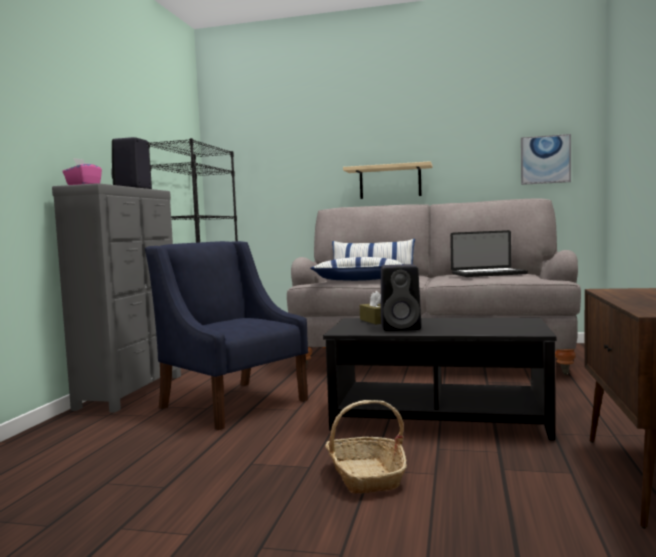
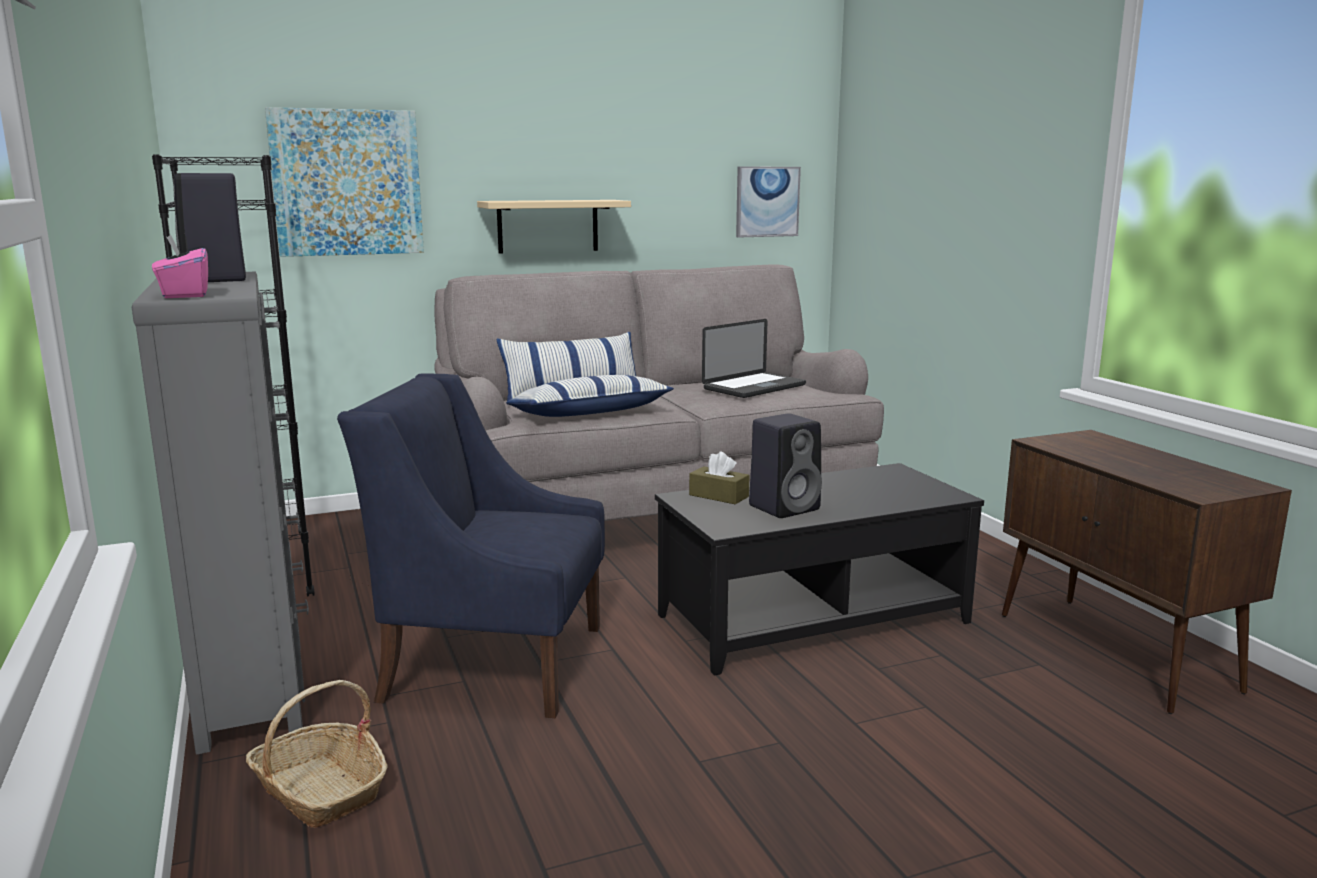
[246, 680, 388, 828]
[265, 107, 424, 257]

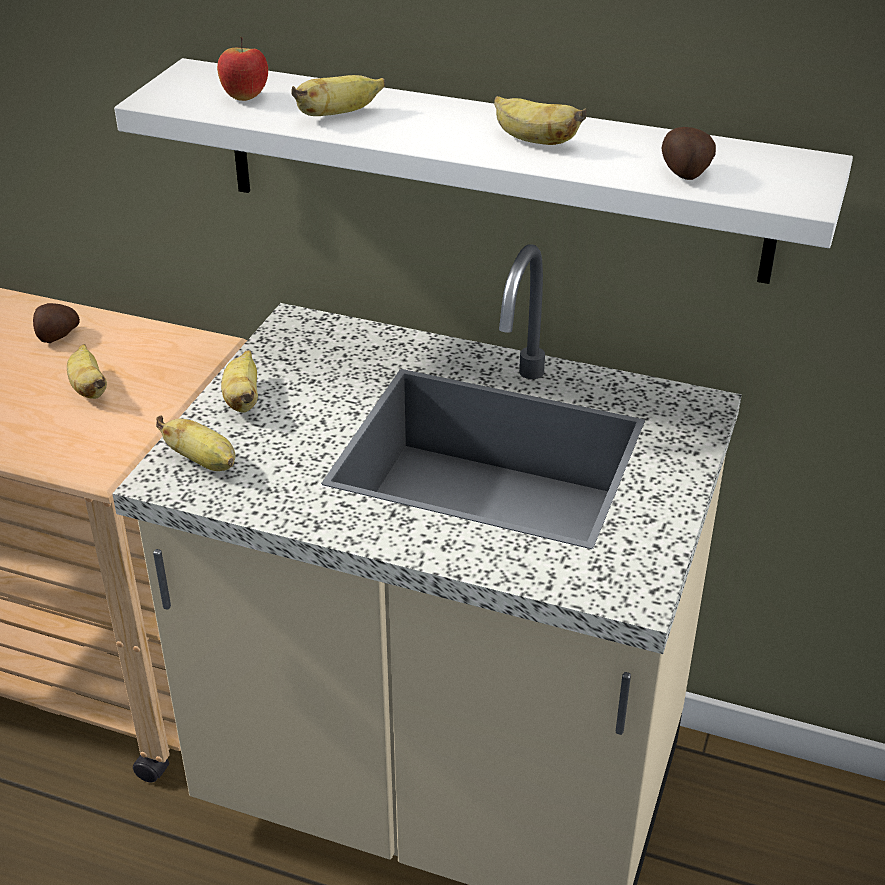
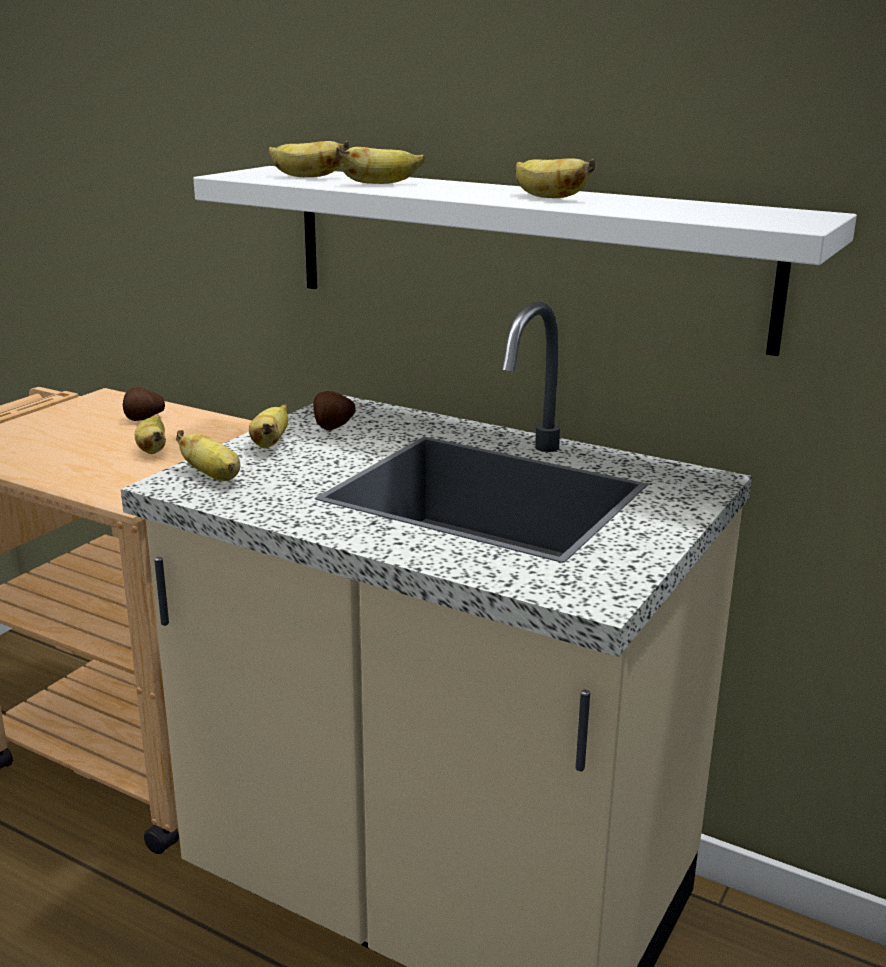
[269, 141, 349, 177]
[313, 391, 356, 430]

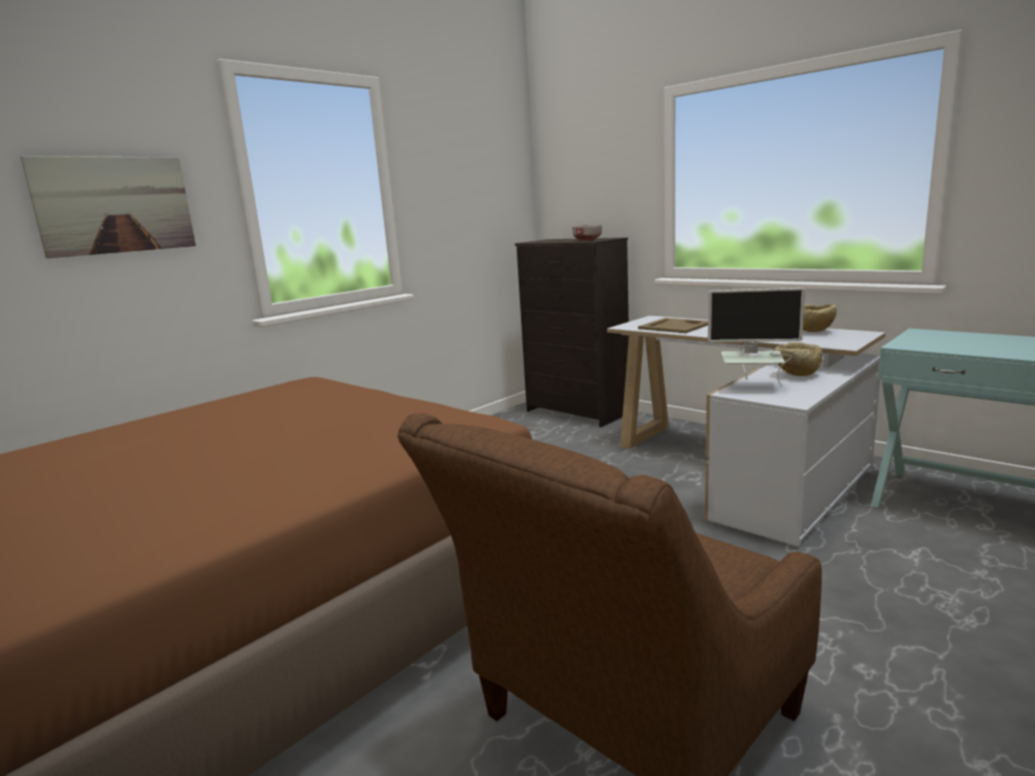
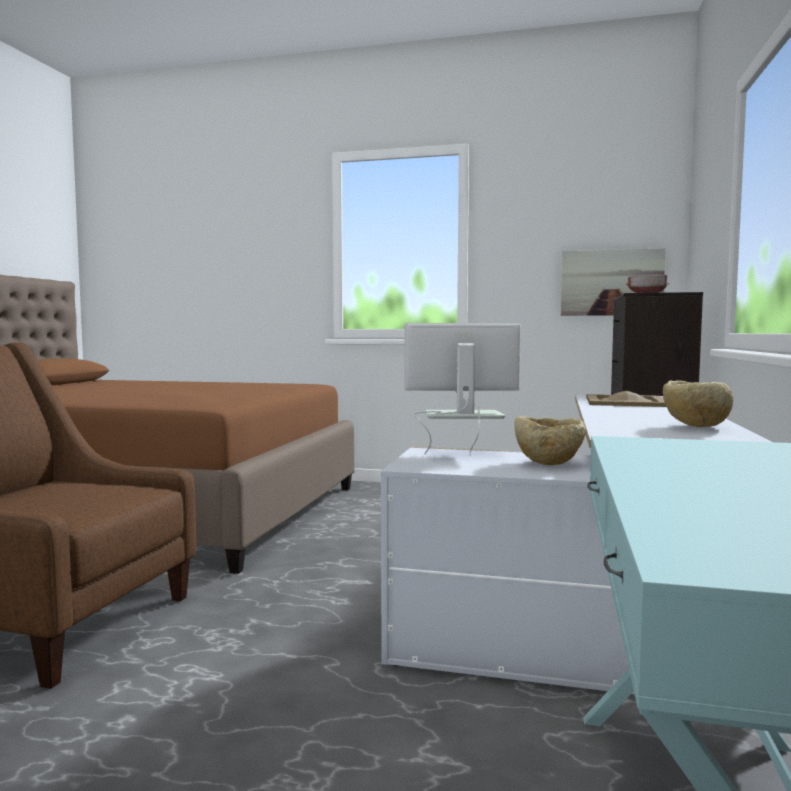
[404, 323, 521, 456]
[561, 248, 665, 316]

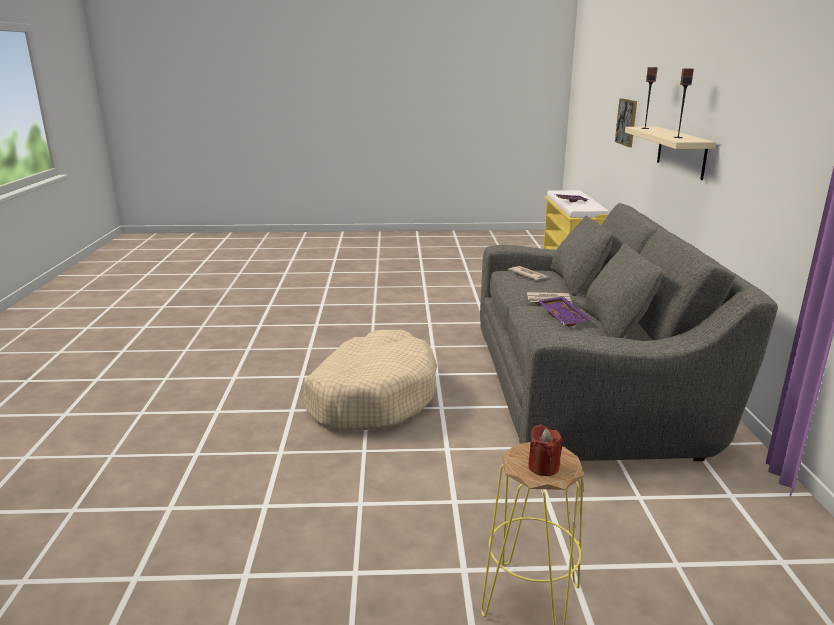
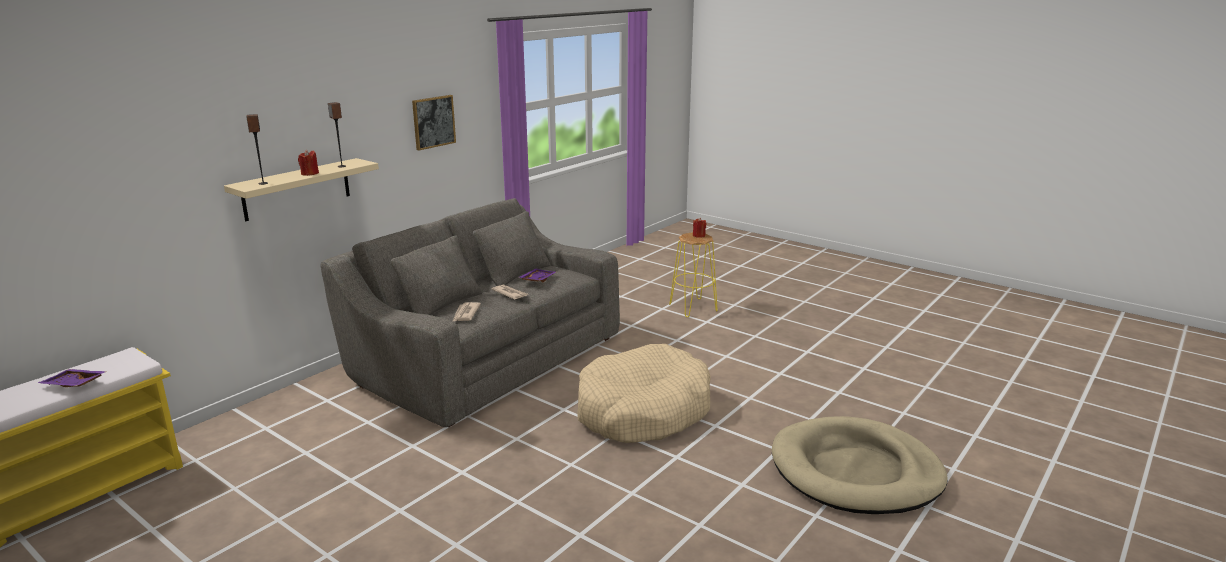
[298, 150, 319, 176]
[412, 95, 456, 150]
[771, 416, 948, 514]

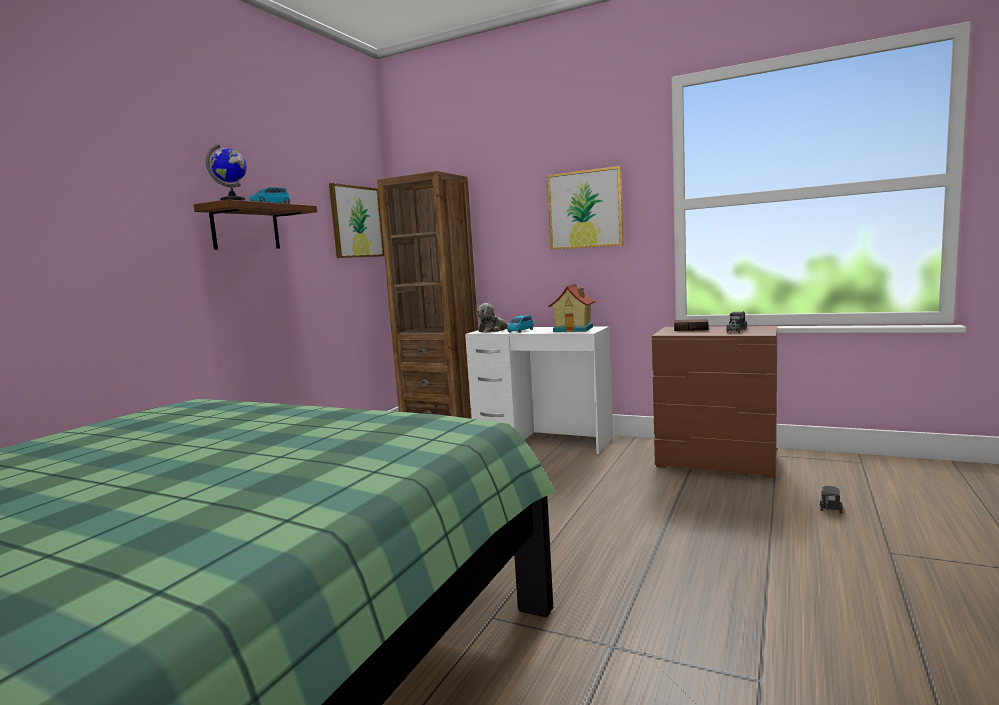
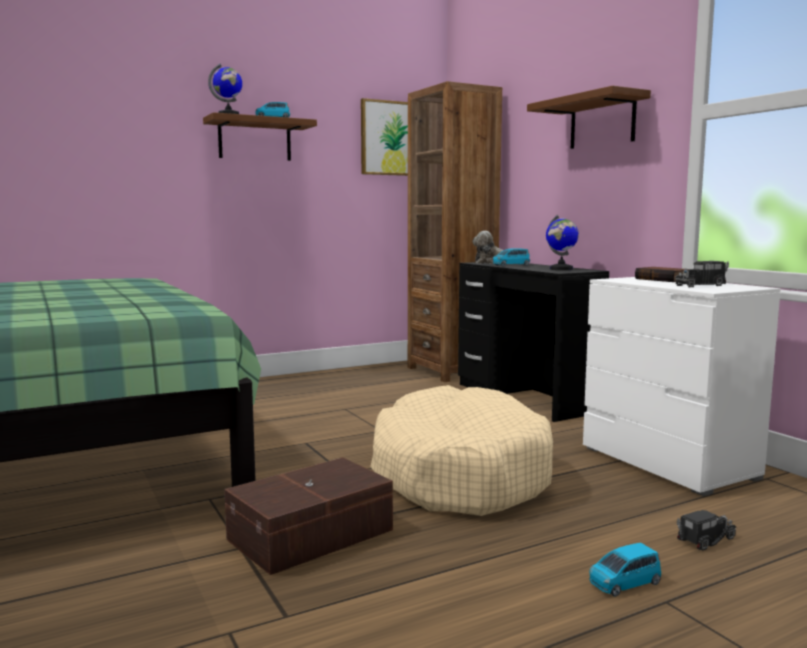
[224, 457, 393, 575]
[370, 385, 553, 516]
[458, 262, 609, 422]
[527, 86, 651, 149]
[546, 214, 579, 270]
[583, 277, 781, 496]
[589, 543, 661, 597]

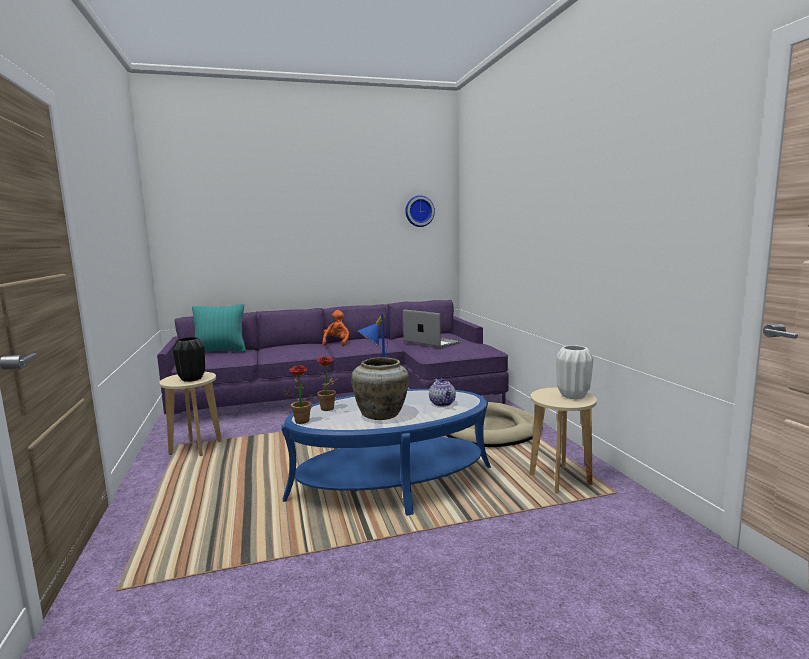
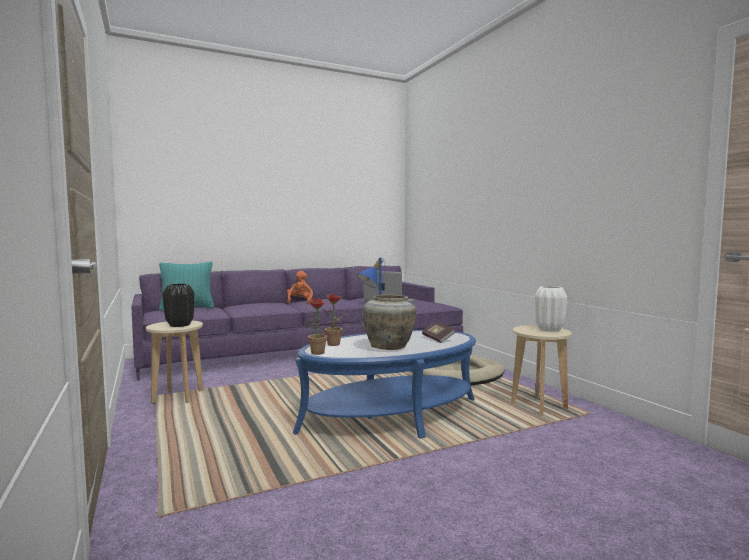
[422, 322, 455, 343]
[405, 195, 435, 227] (first image)

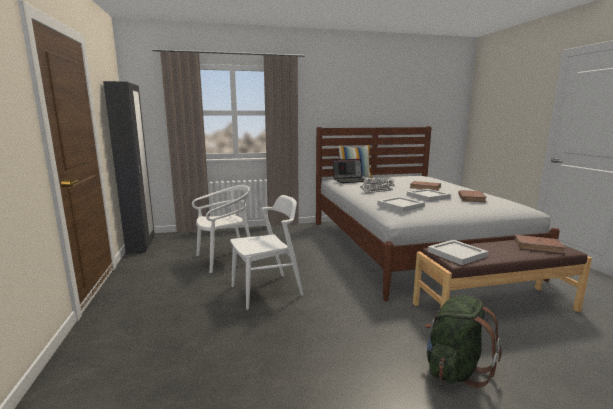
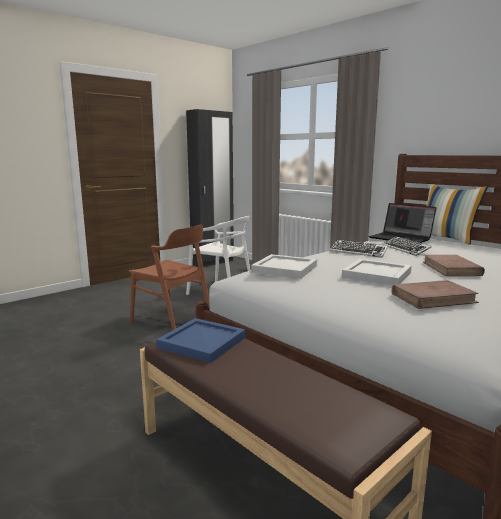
[129, 225, 209, 330]
[156, 318, 245, 363]
[425, 295, 502, 388] (first image)
[514, 235, 566, 254] (first image)

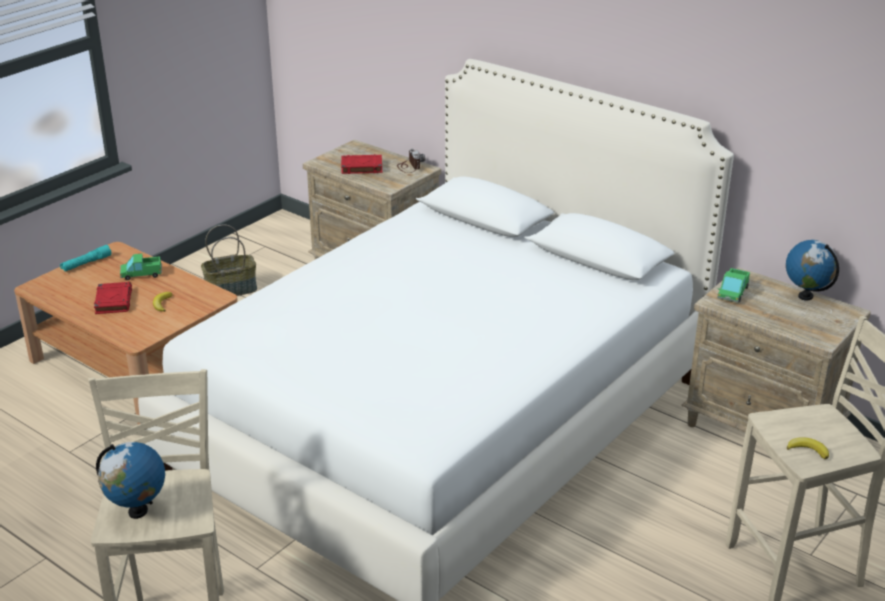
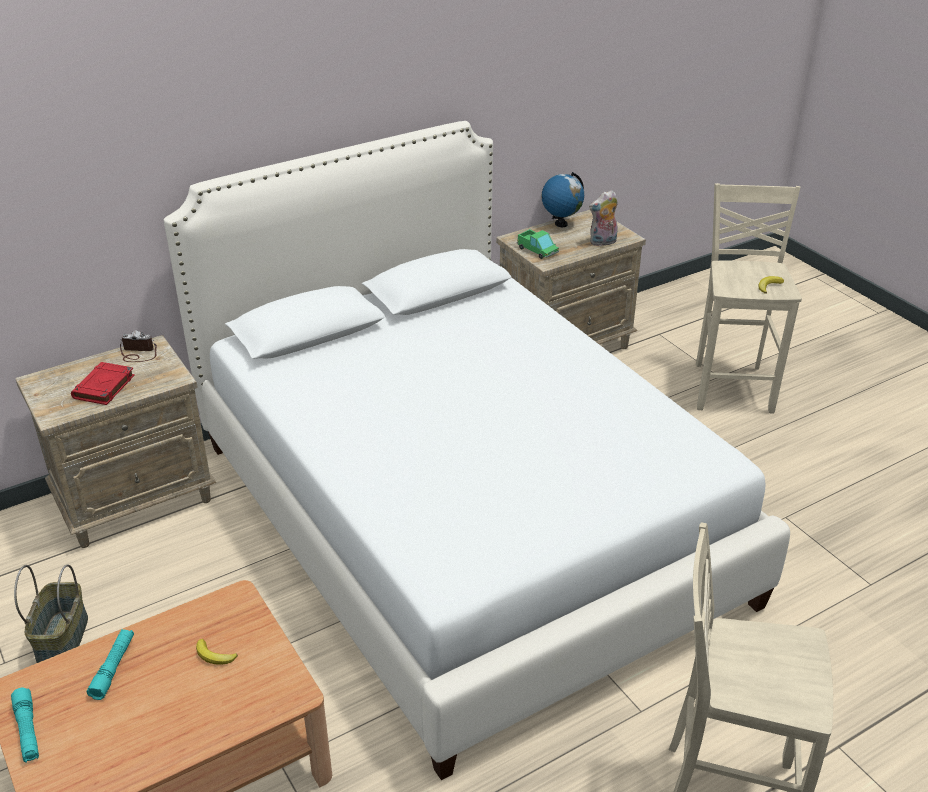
[87, 629, 134, 700]
[589, 190, 618, 246]
[94, 282, 132, 314] (first image)
[96, 442, 165, 519] (first image)

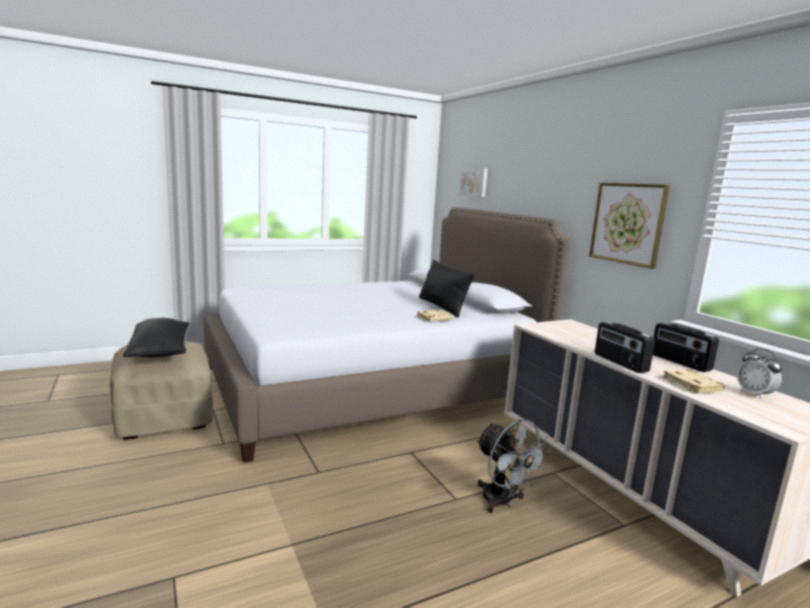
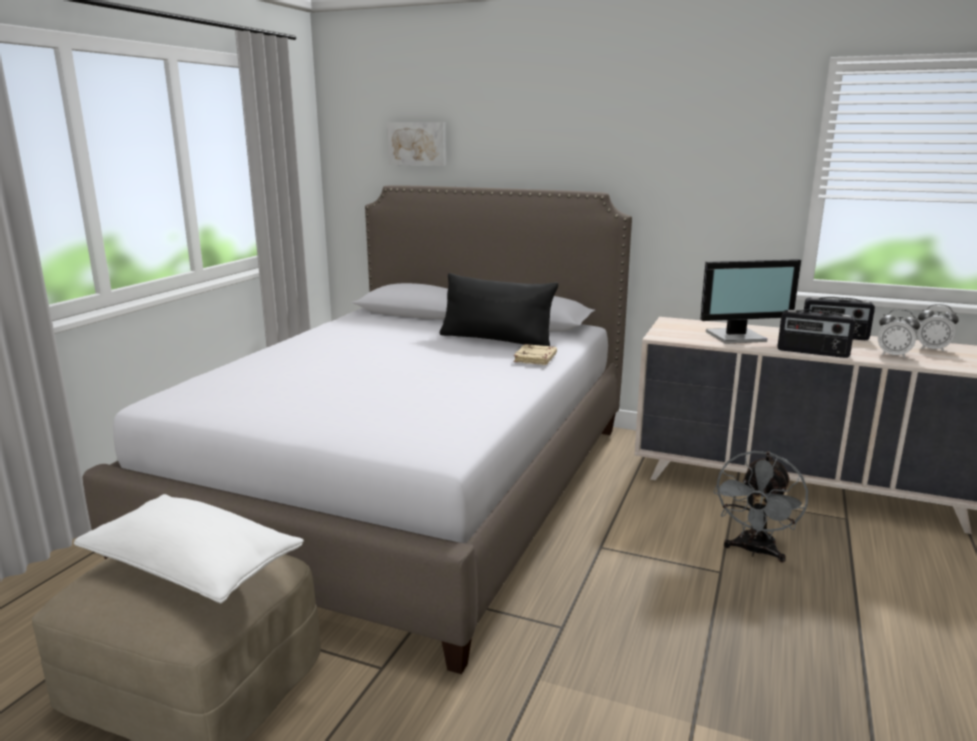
[74, 494, 304, 604]
[700, 259, 801, 344]
[713, 451, 808, 562]
[878, 309, 920, 359]
[589, 183, 670, 269] (first image)

